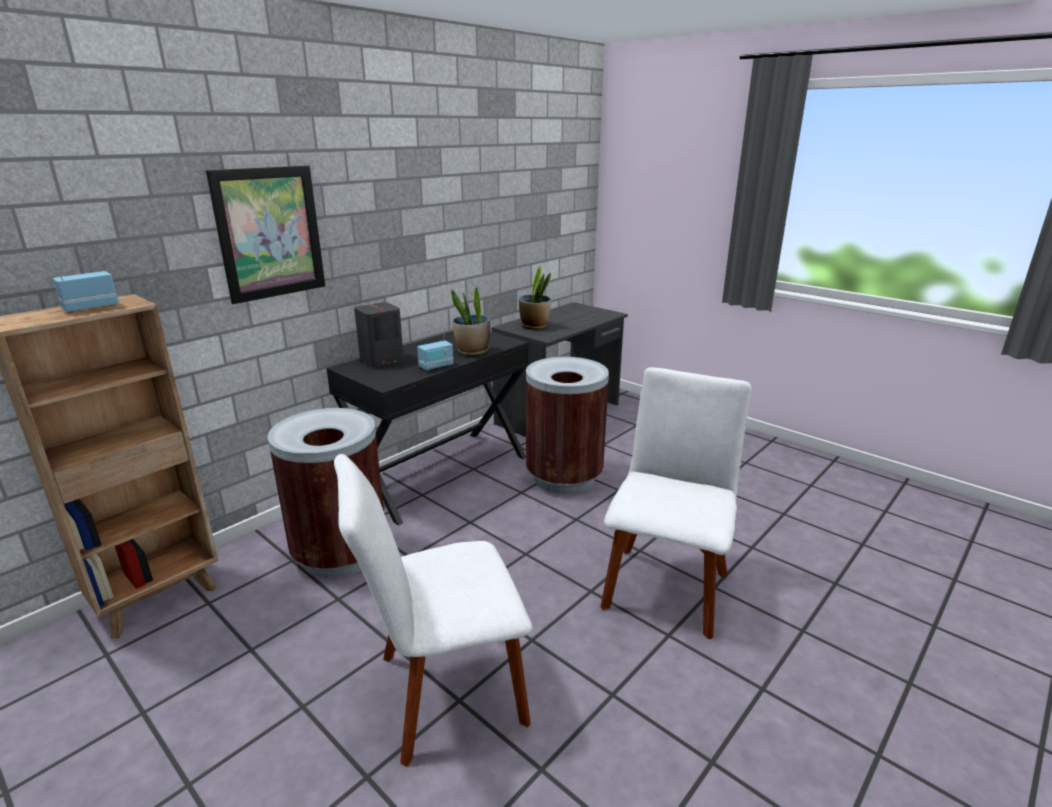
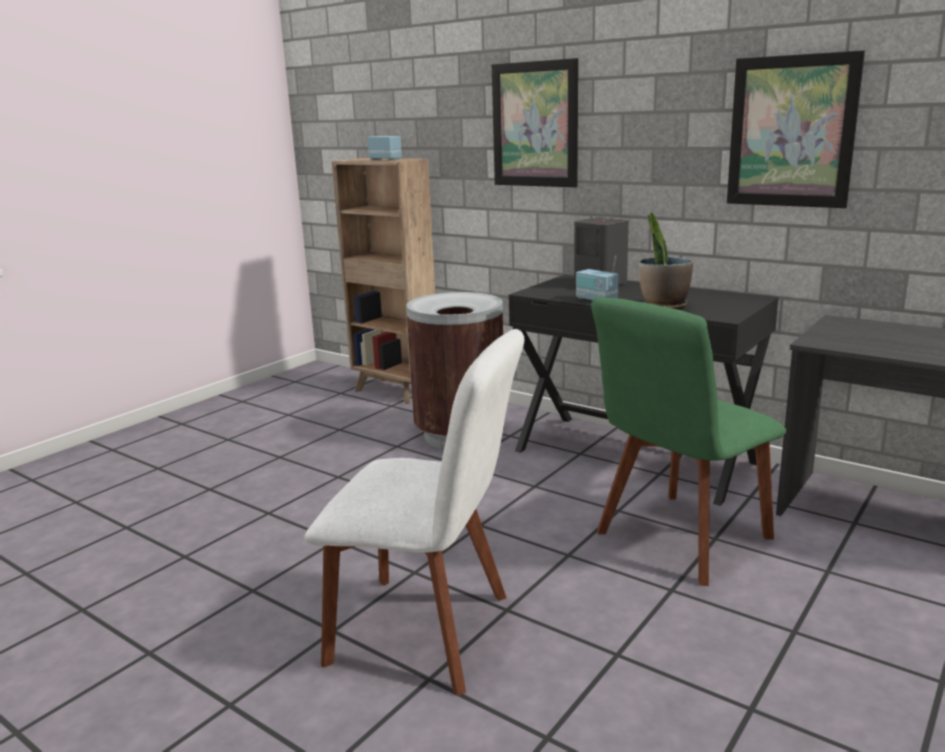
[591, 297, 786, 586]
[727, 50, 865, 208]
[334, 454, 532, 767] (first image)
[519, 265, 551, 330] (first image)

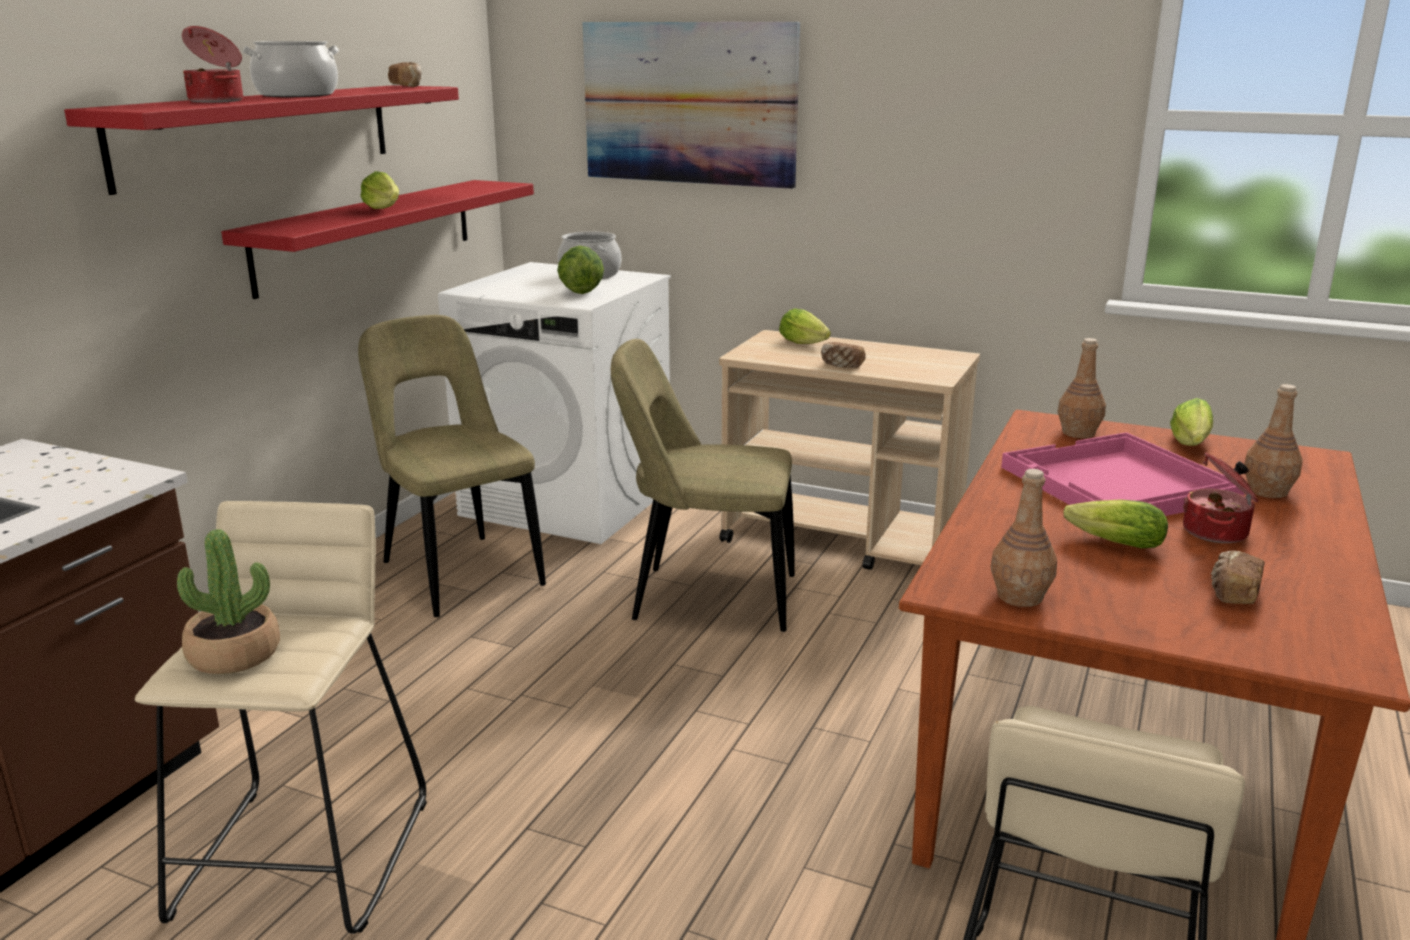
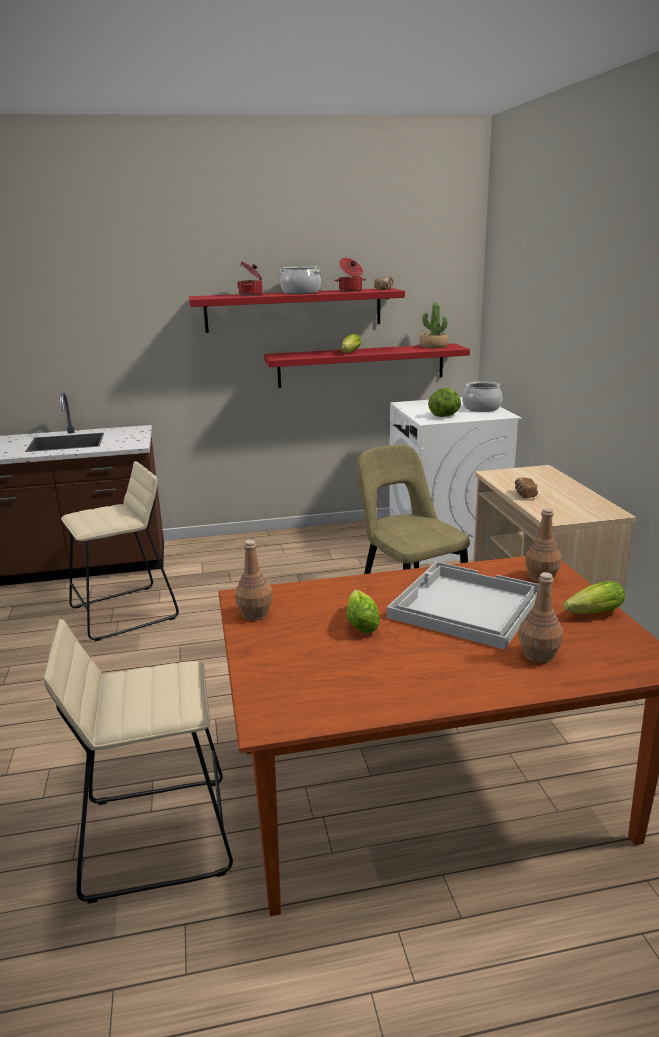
[334, 258, 367, 292]
[387, 562, 539, 649]
[420, 302, 449, 348]
[358, 315, 546, 617] (first image)
[582, 22, 800, 189] (first image)
[779, 308, 831, 344] (first image)
[1211, 551, 1264, 604] (first image)

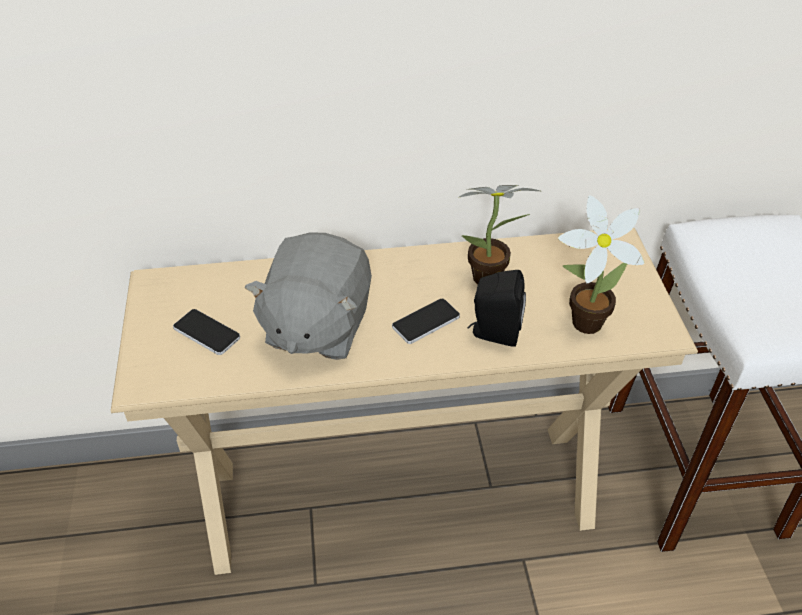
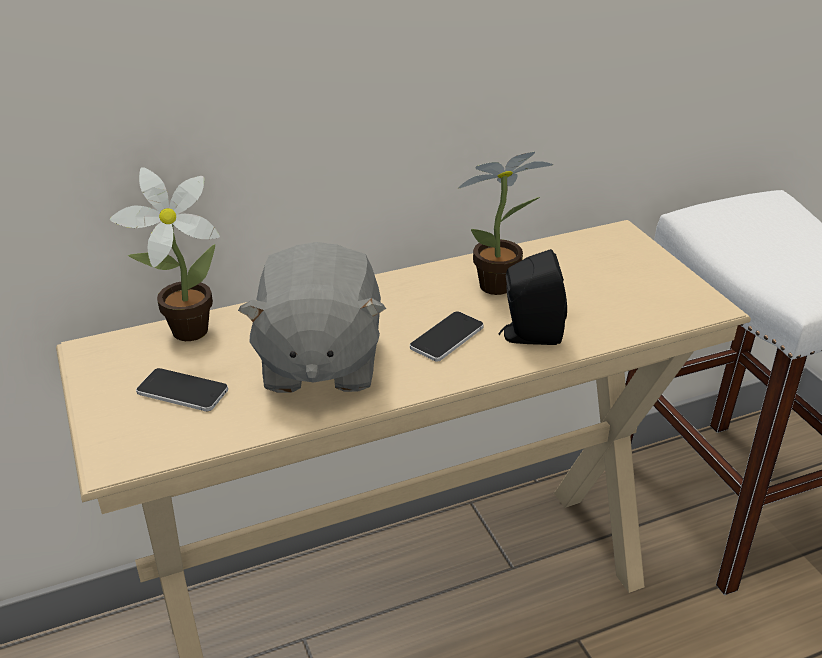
[110, 167, 220, 341]

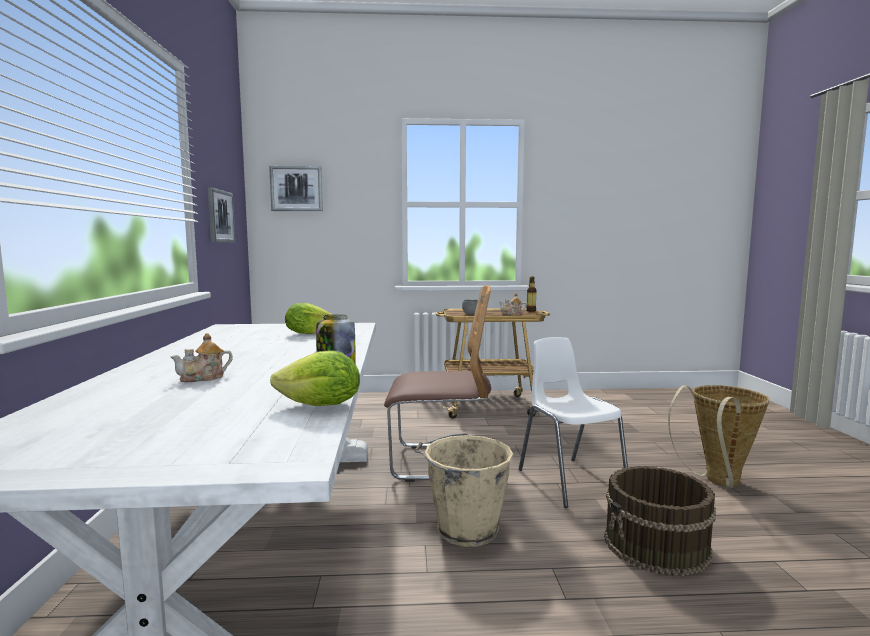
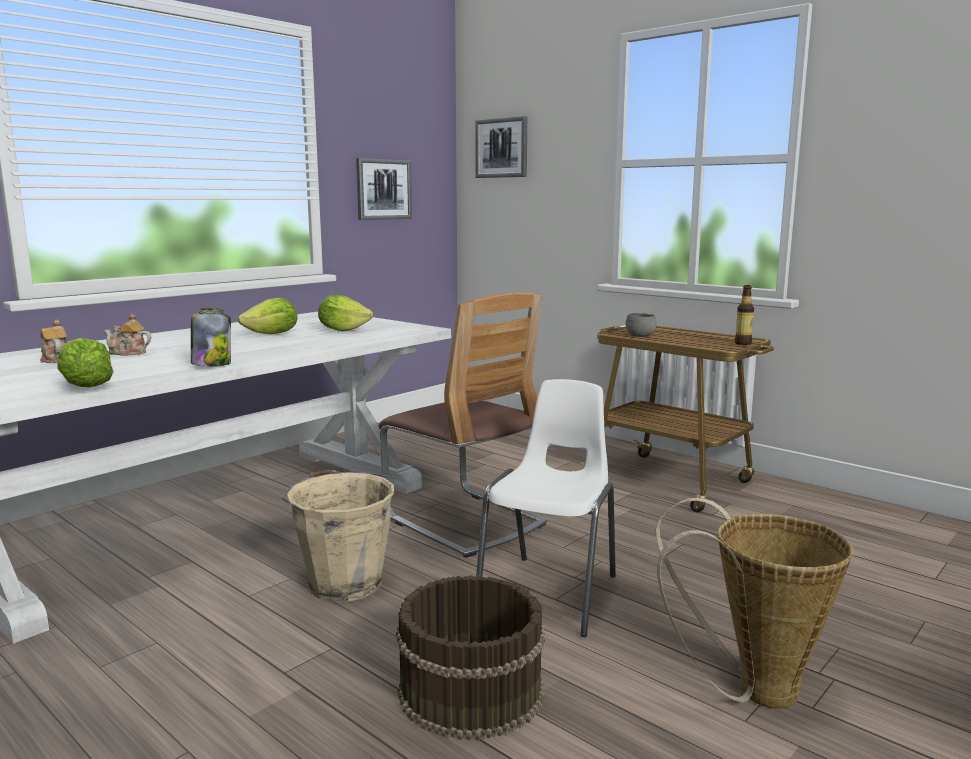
[40, 320, 67, 363]
[238, 298, 297, 334]

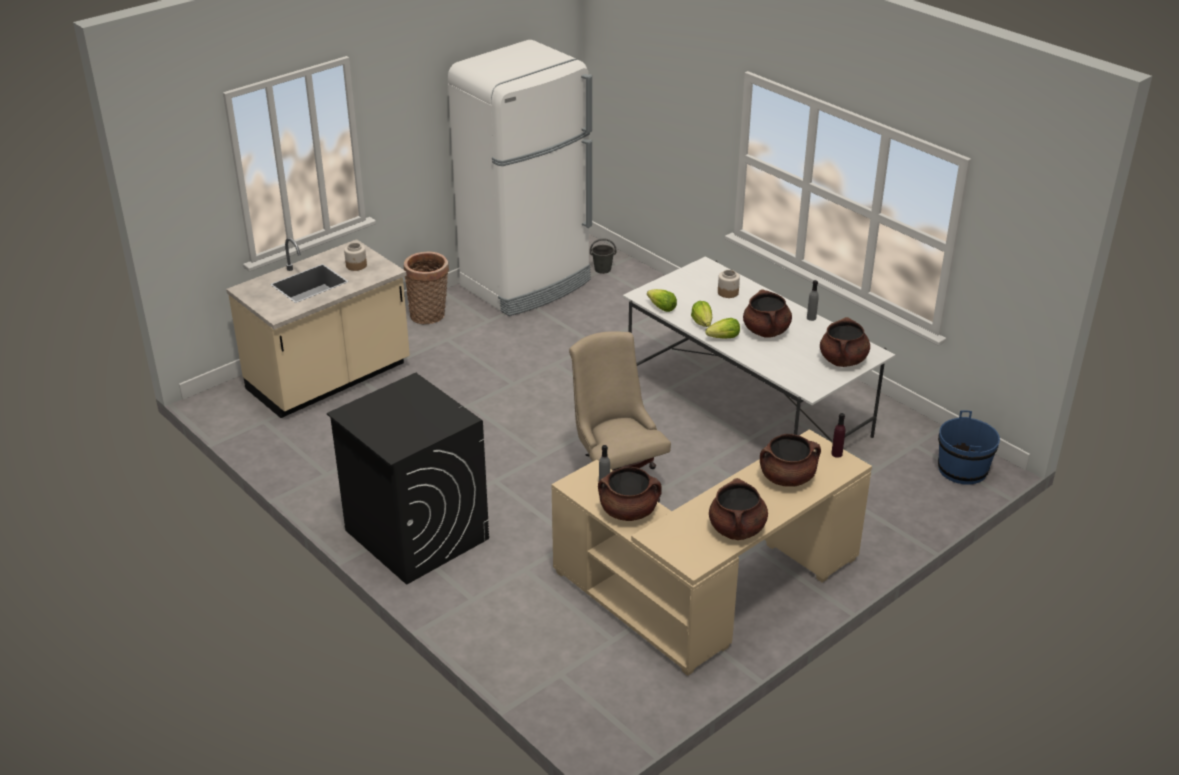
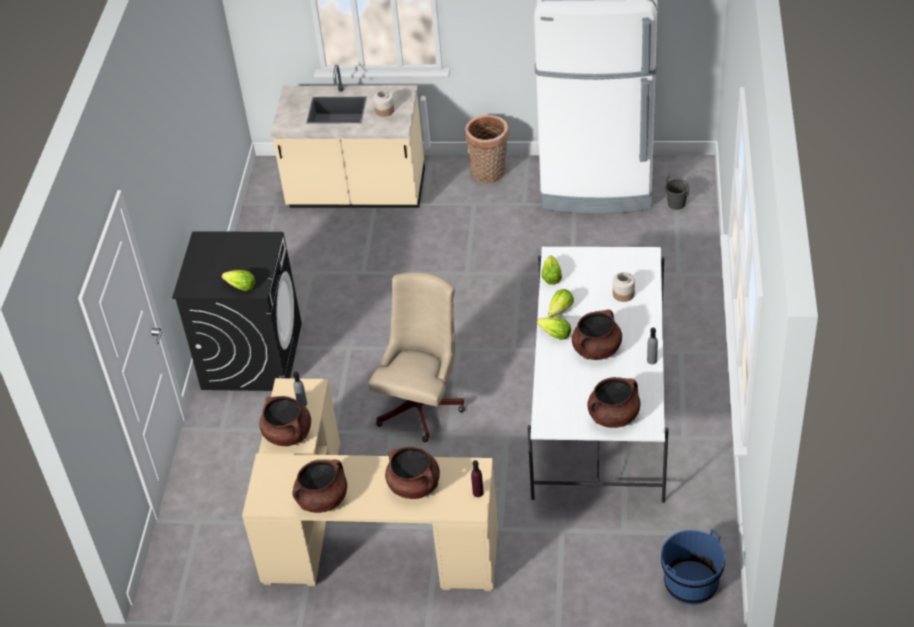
[222, 270, 256, 291]

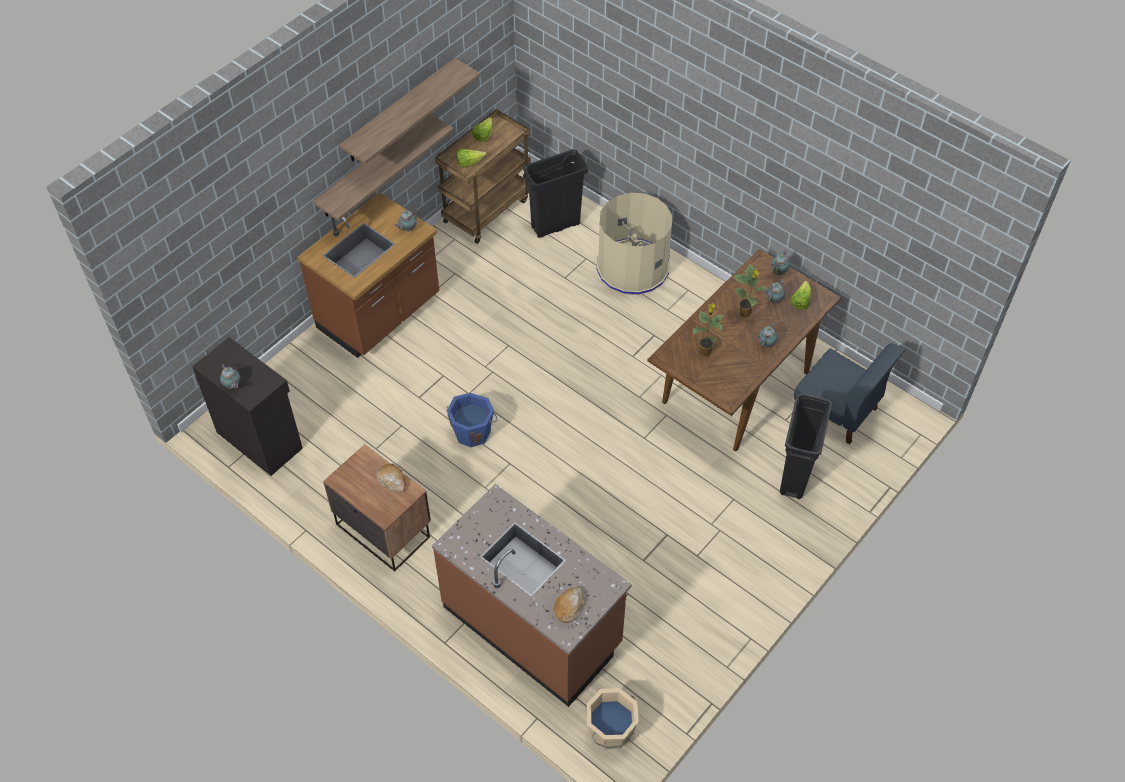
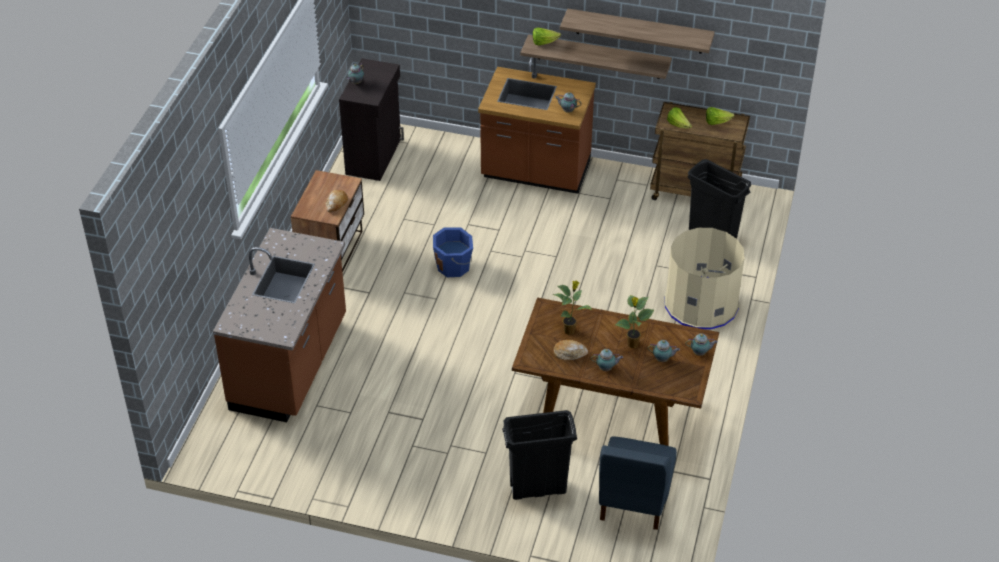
[533, 28, 561, 46]
[554, 340, 588, 360]
[587, 688, 639, 749] (first image)

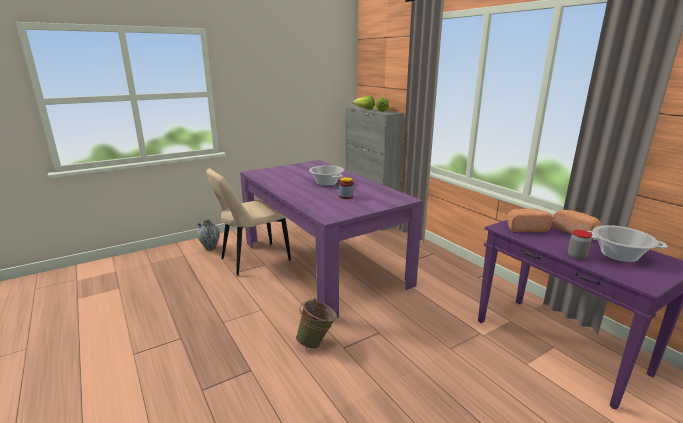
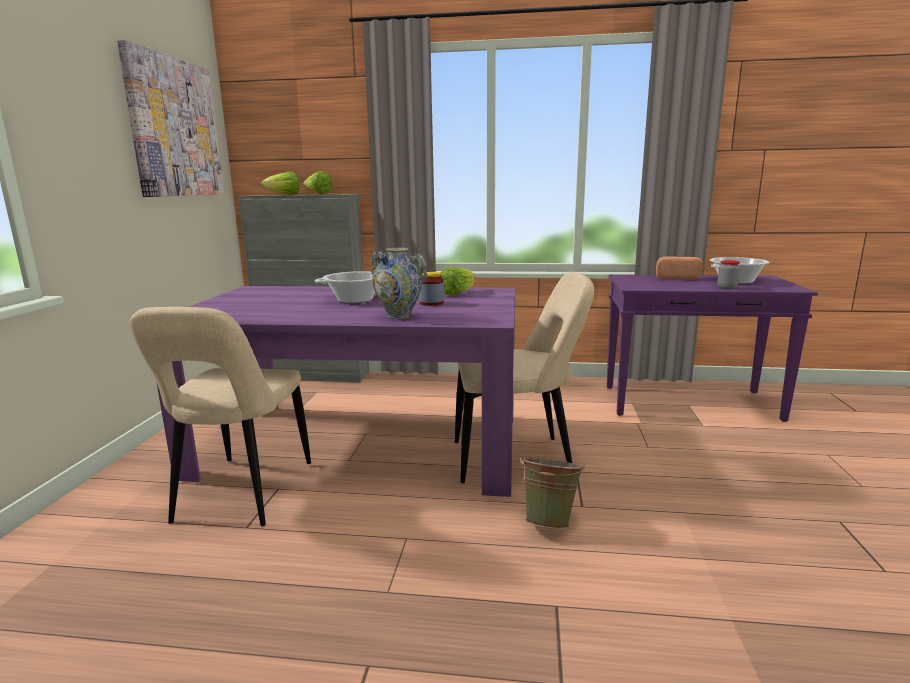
[117, 40, 224, 197]
[371, 247, 427, 319]
[441, 267, 475, 295]
[455, 272, 594, 483]
[507, 209, 553, 232] (first image)

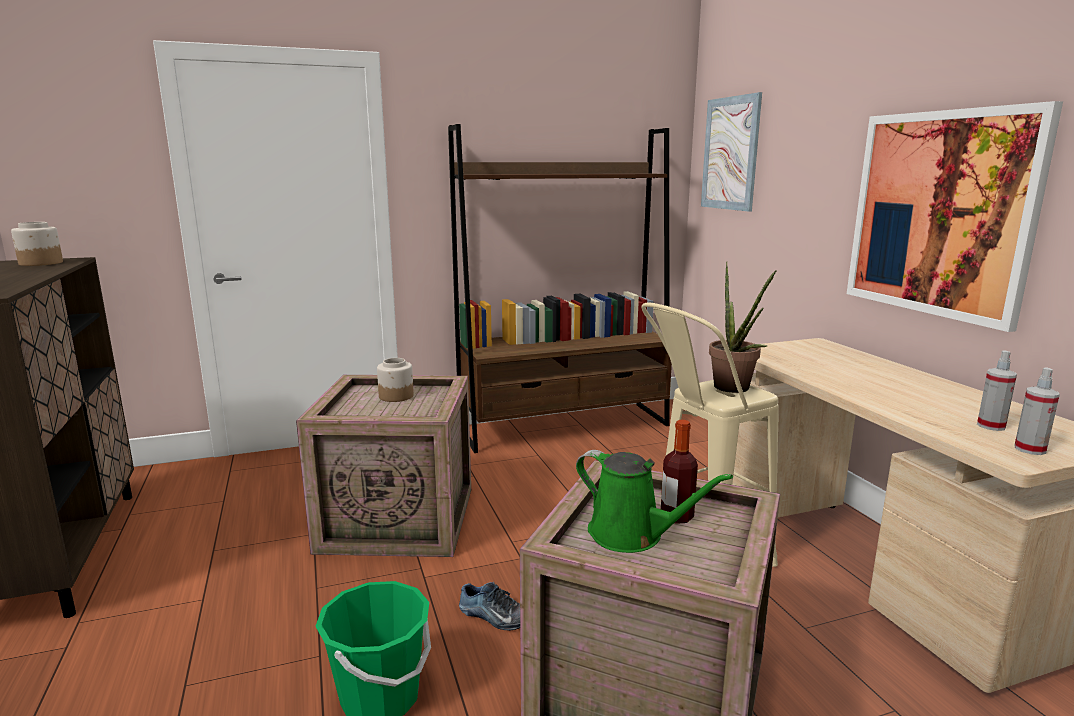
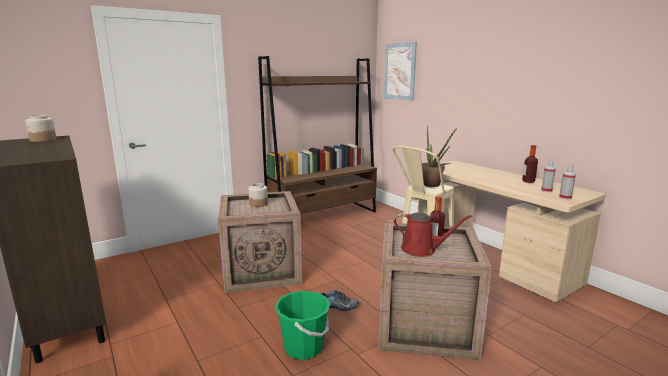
[394, 213, 472, 257]
[522, 145, 538, 183]
[847, 101, 1063, 332] (first image)

